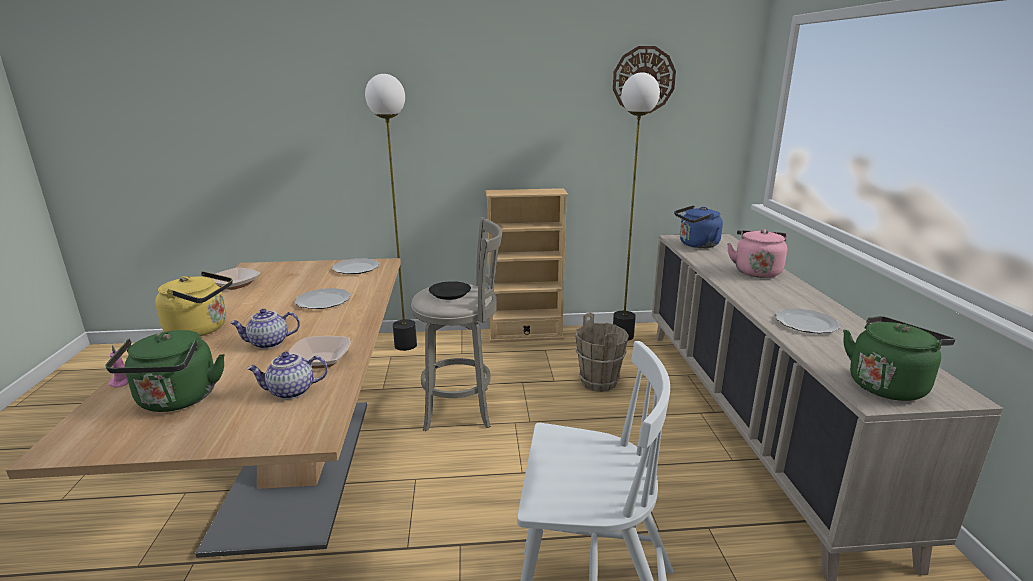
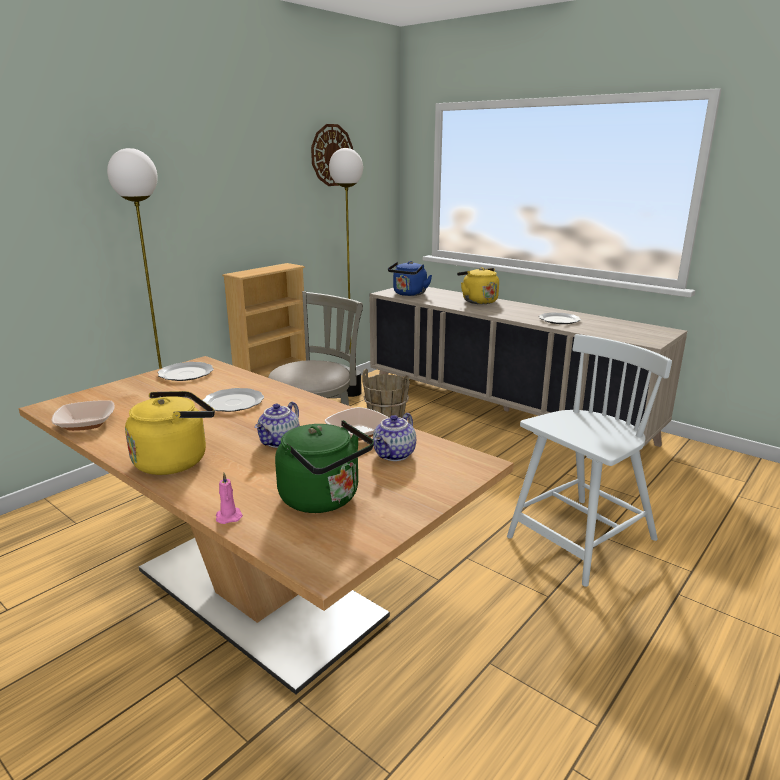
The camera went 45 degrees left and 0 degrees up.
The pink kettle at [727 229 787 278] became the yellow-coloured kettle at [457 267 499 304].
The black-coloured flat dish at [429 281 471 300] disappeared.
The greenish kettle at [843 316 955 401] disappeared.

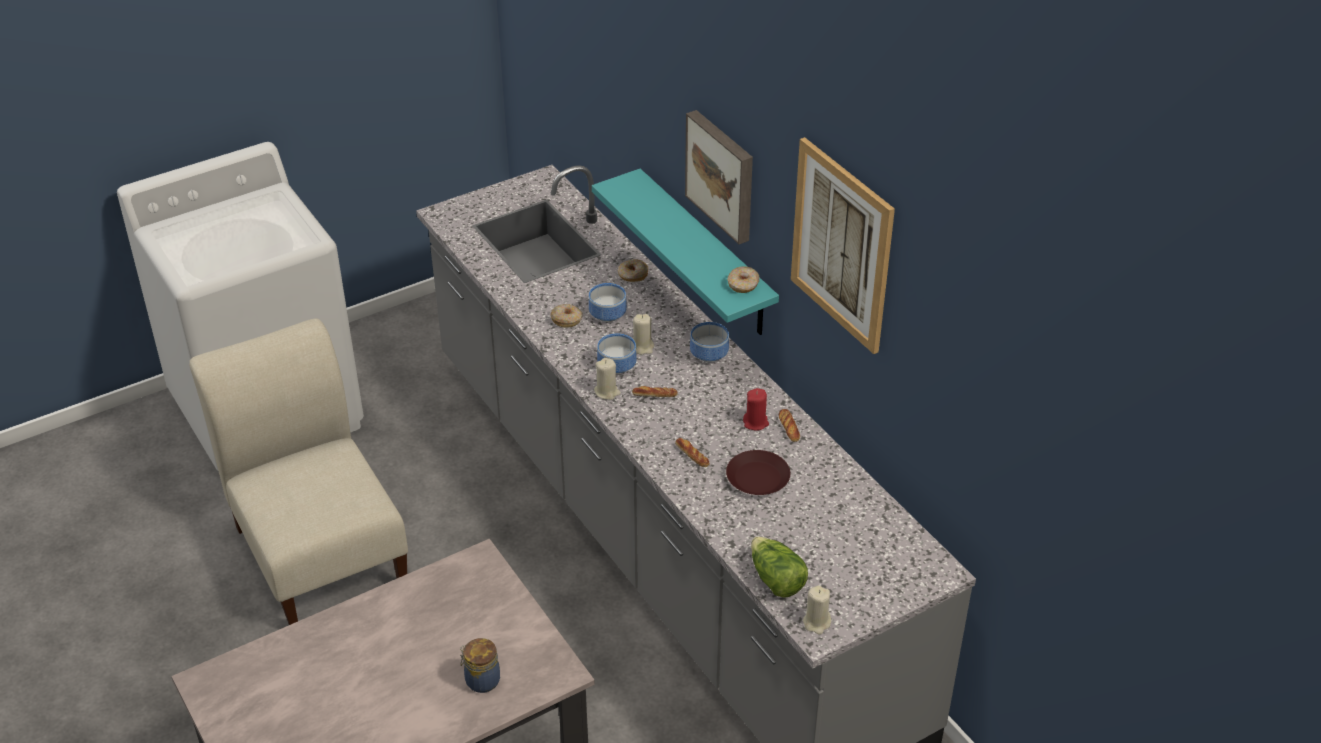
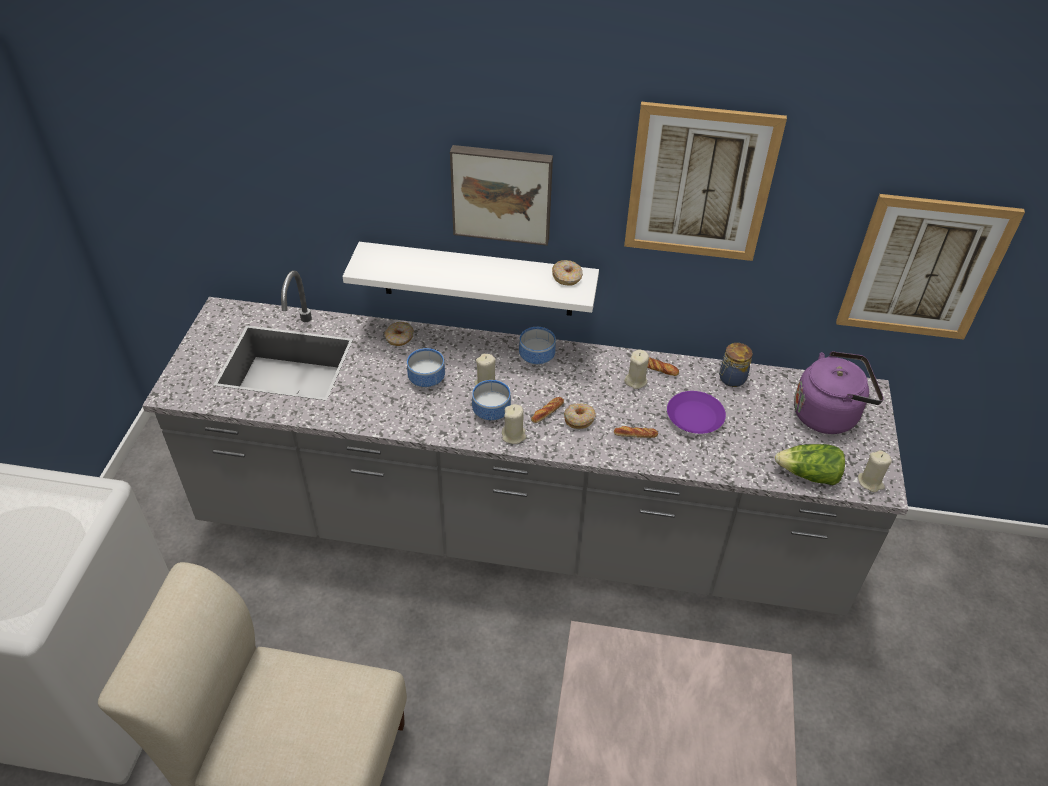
The camera went 50 degrees left and 5 degrees up.
The turquoise-coloured bracket shelf at [592 169 779 335] became the whitish bracket shelf at [342 242 599 316].
The ring doughnut moved from [550 304 583 328] to [564 404 596 429].
The red-coloured wax light at [743 388 769 431] became the sand-coloured wax light at [624 349 649 389].
The brown flat dish at [726 450 790 495] became the purple flat dish at [667 391 726 434].
The jar moved from [460 638 500 693] to [719 343 753 387].
The wall art at [836 194 1025 340] appeared.
The purple kettle at [794 351 884 434] appeared.

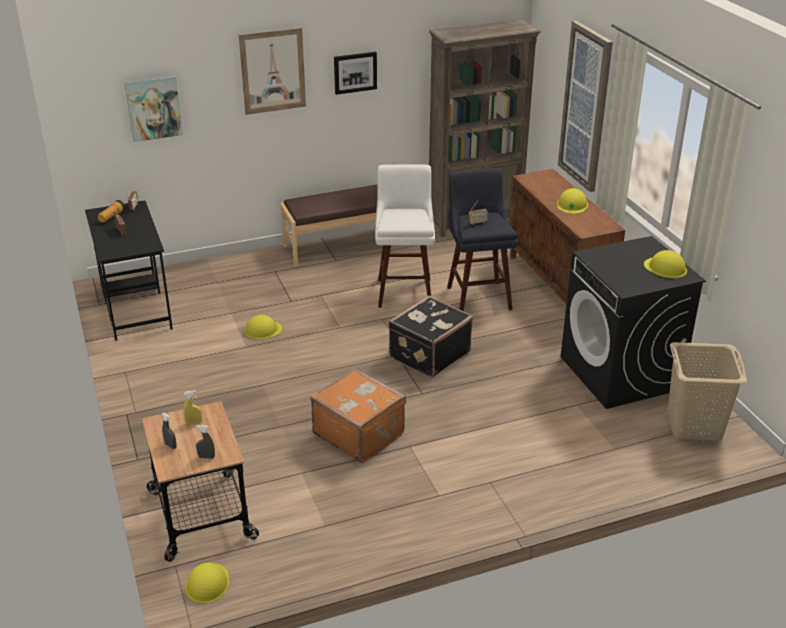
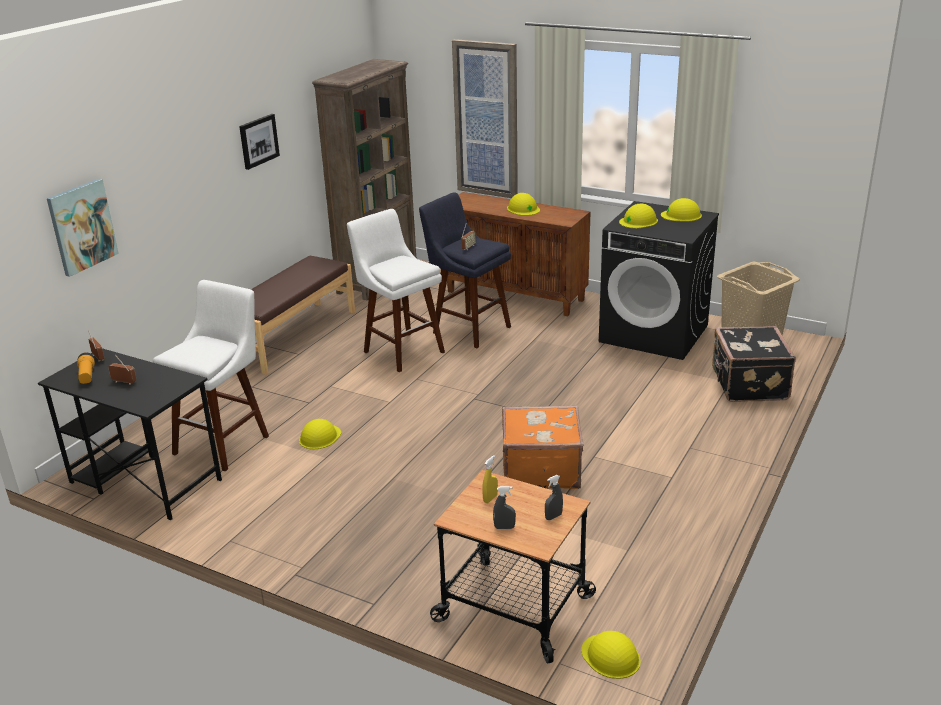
The camera went 40 degrees left and 5 degrees down.
The wall art at [239 27 306 115] disappeared.
The black-coloured suitcase moved from [388 295 473 378] to [712 326 796 402].
The yellow-coloured hard hat at [619 203 658 228] appeared.
The whitish stool at [153 280 269 471] appeared.

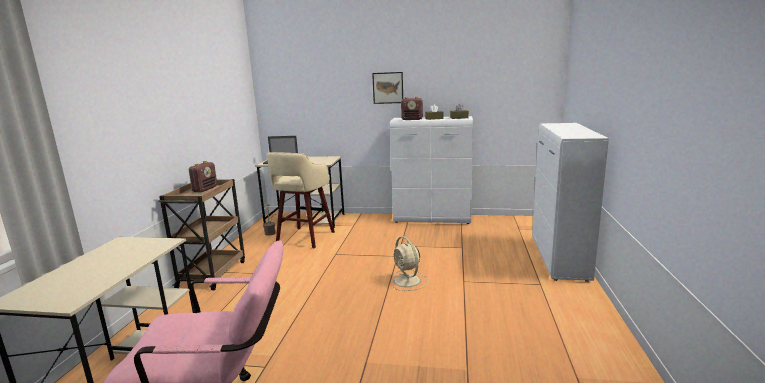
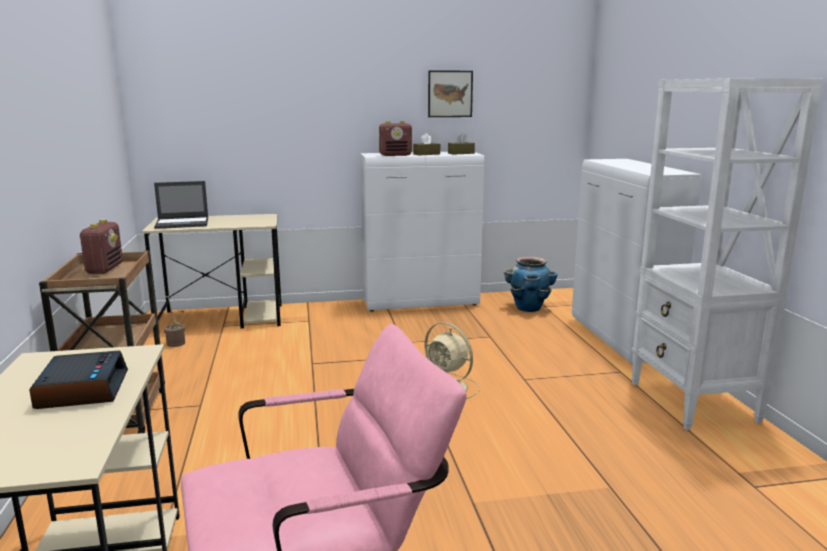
The camera went 20 degrees left and 0 degrees up.
The wall art moved from [372 72 403 104] to [428 70 473 117].
The sand-coloured stool at [267 152 335 248] disappeared.
The whitish bookshelf at [631 78 823 430] appeared.
The plant pot at [504 256 558 312] appeared.
The table clock at [29 351 128 409] appeared.

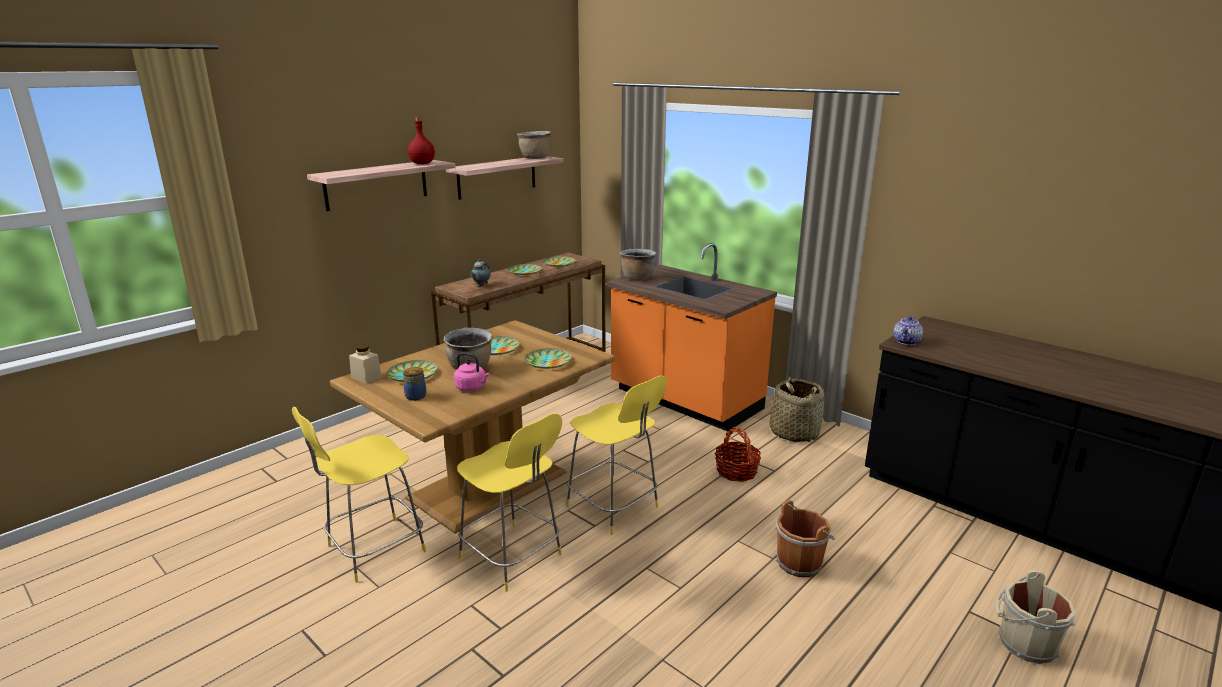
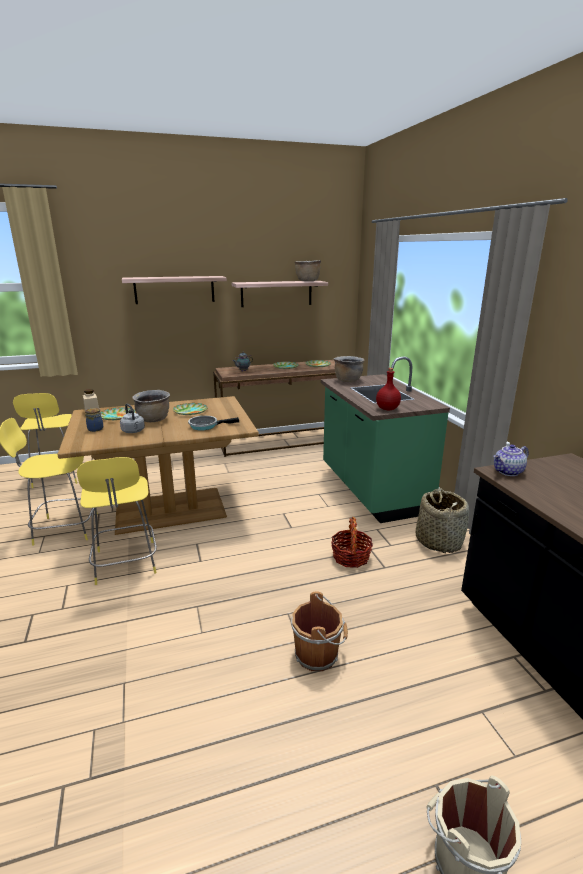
The camera went 30 degrees right and 0 degrees up.
The red-coloured beverage bottle moved from [408 117 435 164] to [376 368 401 410].
The orange counter at [606 243 777 432] became the greenish counter at [321 357 450 523].
The flat dish at [524 348 572 369] was replaced by the frying pan at [188 416 239 431].
The pink kettle at [454 352 490 391] became the greyish kettle at [120 404 145 433].
The yellow-coloured stool moved from [566 376 667 535] to [13 393 83 488].

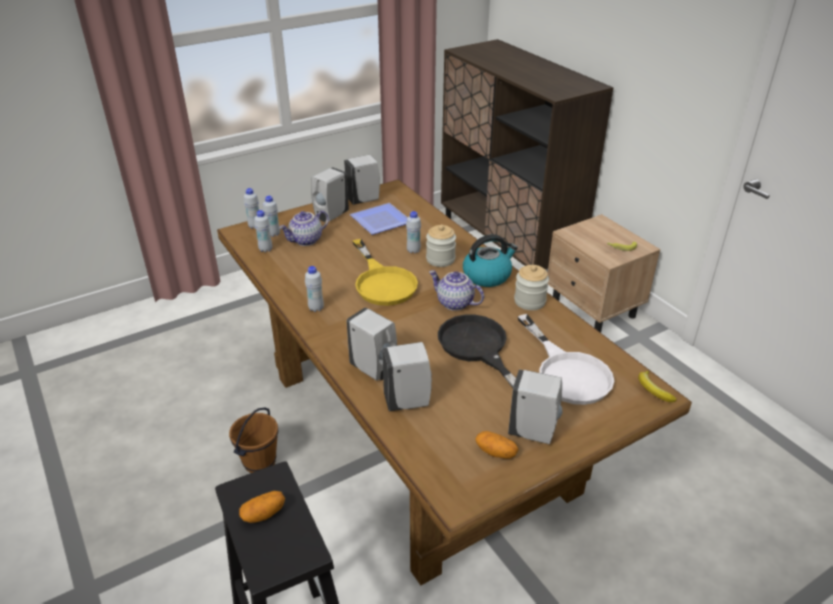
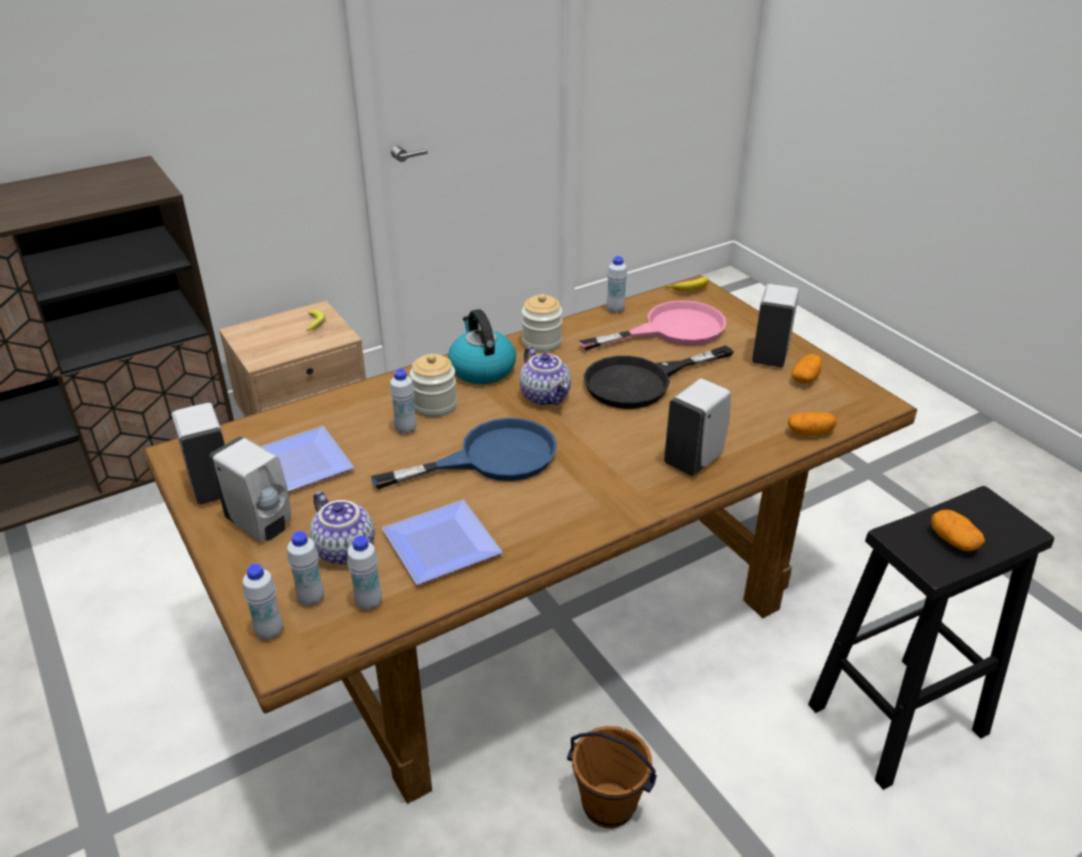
The camera went 90 degrees left and 0 degrees up.
The yellow-coloured frying pan at [352 239 418 306] became the blue-coloured frying pan at [371 418 557 489].
The whitish beverage bottle moved from [305 266 324 312] to [606 256 627 314].
The teapot at [429 270 484 311] turned 60 degrees counterclockwise.
The whitish frying pan at [518 314 614 405] became the pink frying pan at [579 300 726 351].
The whitish soap bottle at [382 342 432 411] disappeared.
The whole potato at [788 412 837 436] appeared.
The flat dish at [382 500 503 585] appeared.

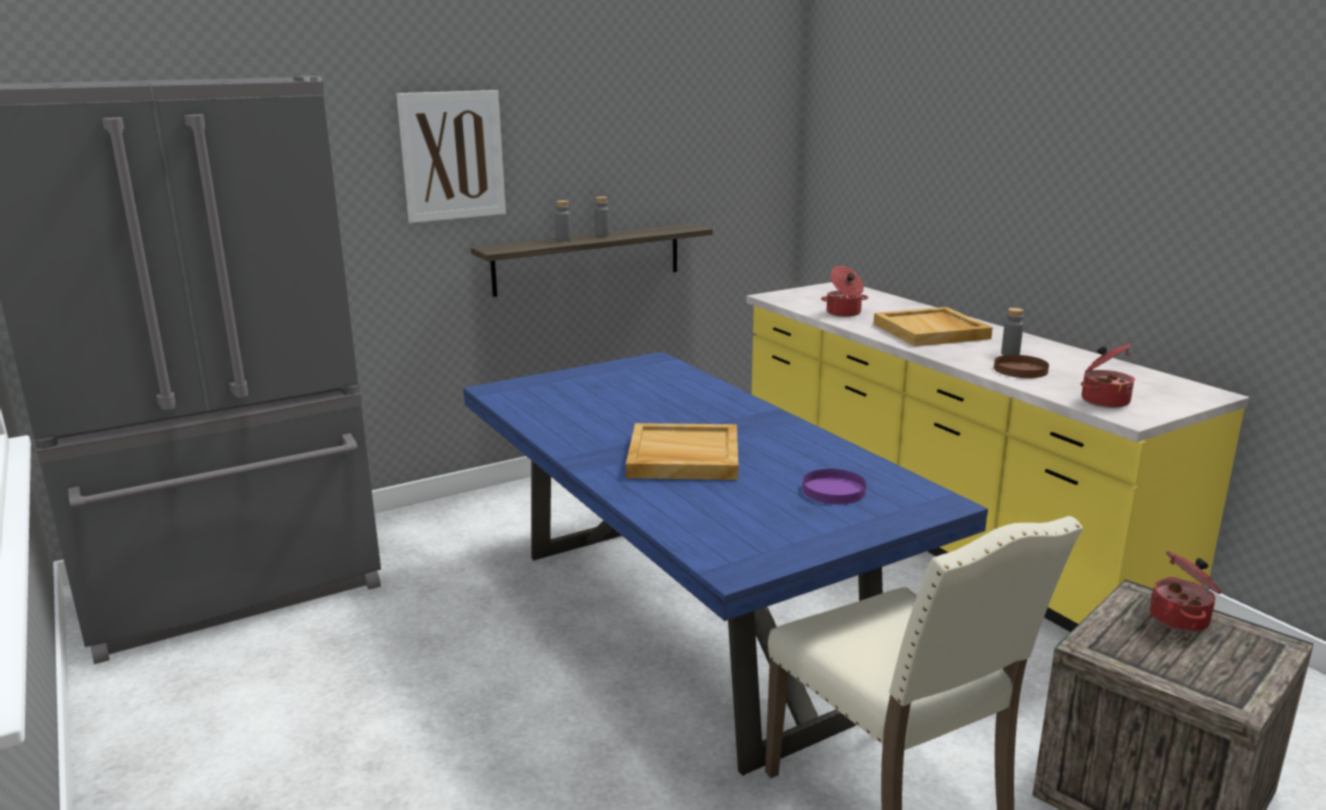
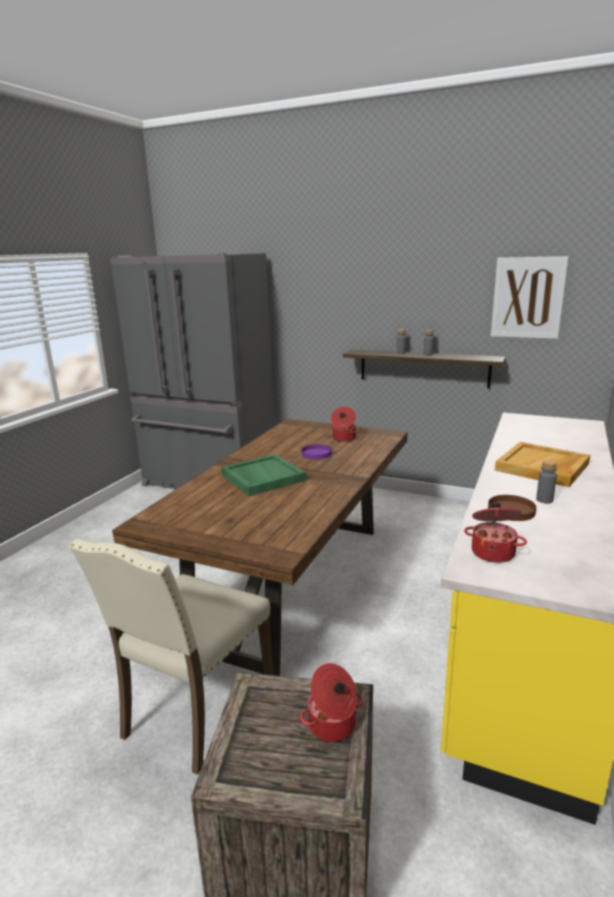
The camera went 55 degrees right and 0 degrees up.
The wall art moved from [396 90 506 223] to [491 256 568 339].
The stockpot moved from [821 266 868 317] to [331 407 358 442].
The blue-coloured dining table at [463 352 988 776] became the brown dining table at [112 419 408 676].
The sand-coloured serving tray at [626 423 738 480] became the greenish serving tray at [221 454 306 496].
The purple flat dish moved from [802 469 866 504] to [301 444 332 459].

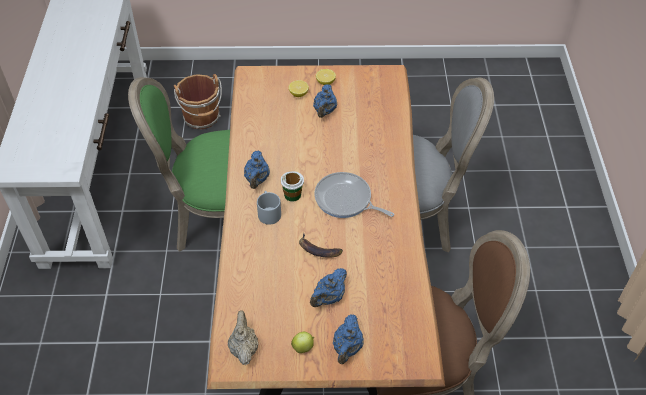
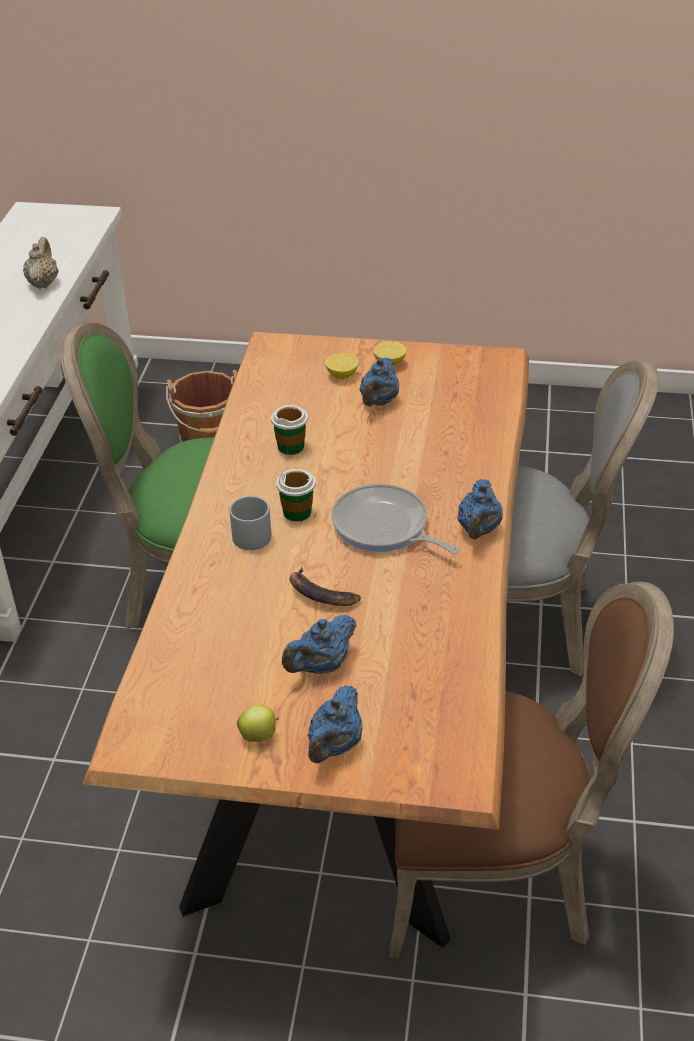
The camera went 10 degrees right and 10 degrees down.
The blue-coloured teapot moved from [244 151 270 189] to [457 479 503 540].
The sand-coloured teapot moved from [228 310 258 365] to [23 237 59 289].
The small cup at [271 405 308 455] appeared.

